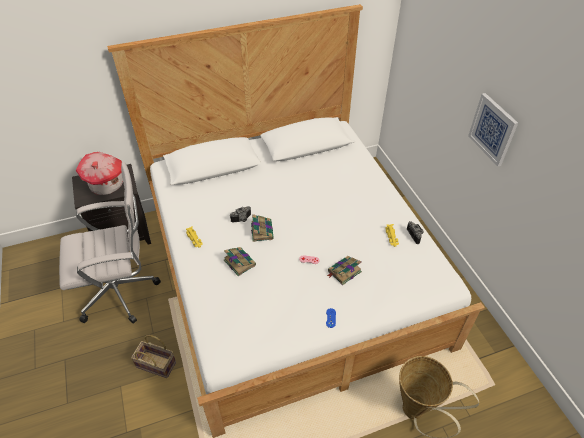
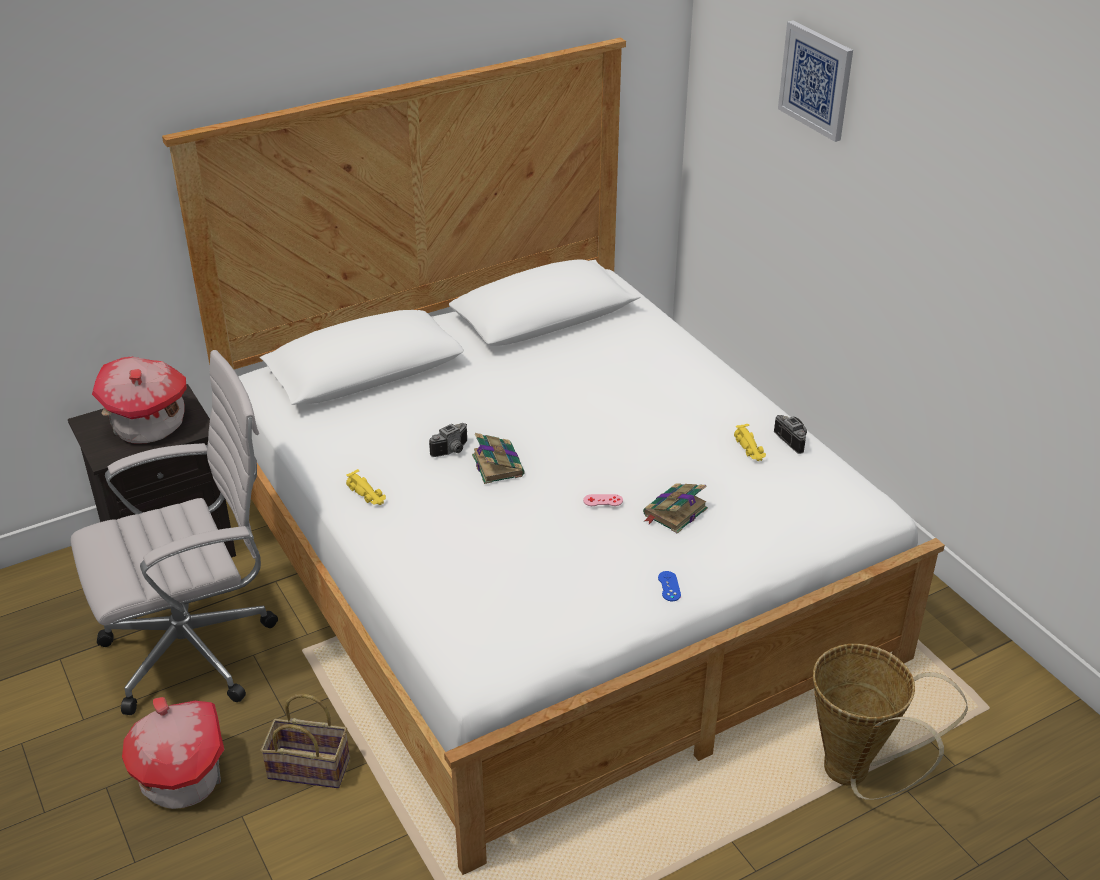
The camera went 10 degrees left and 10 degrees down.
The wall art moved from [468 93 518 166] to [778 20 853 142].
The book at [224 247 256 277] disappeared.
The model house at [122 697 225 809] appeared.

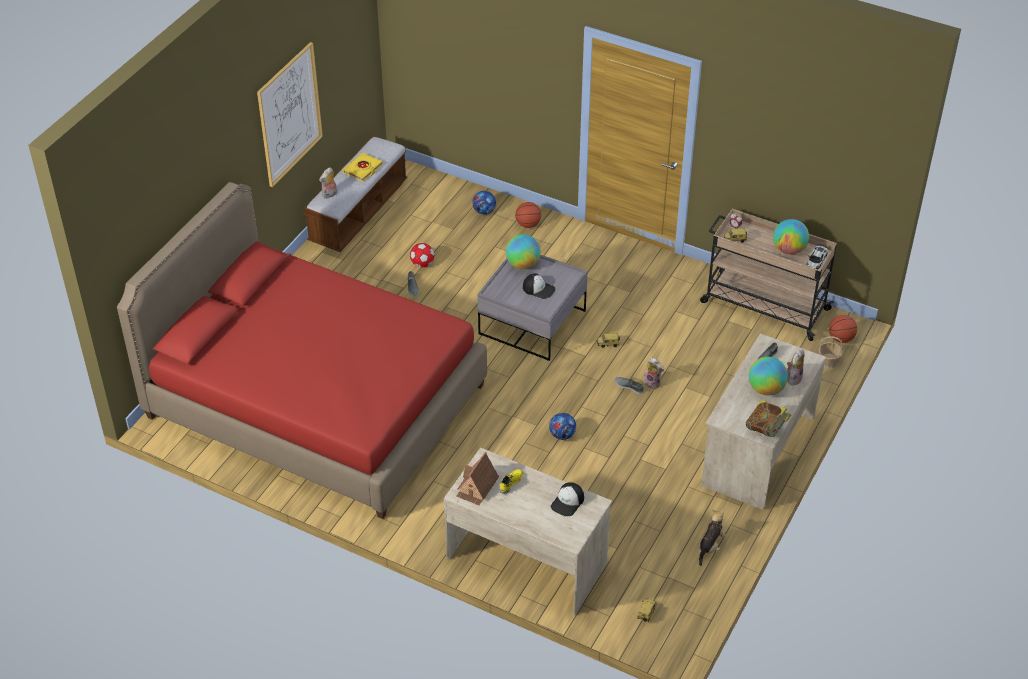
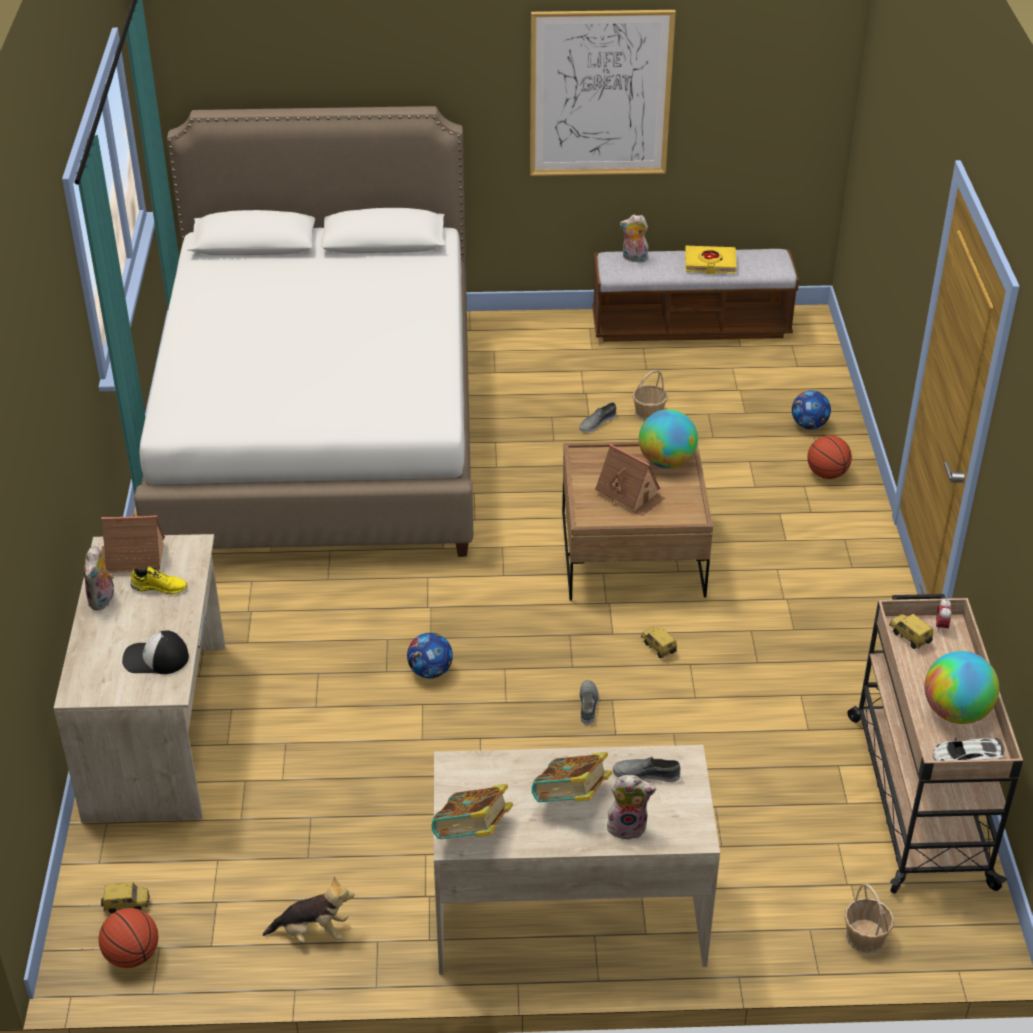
The camera went 60 degrees right and 5 degrees down.
The red-coloured sleeping bed at [117 182 487 519] became the whitish sleeping bed at [134 106 473 557].
The ball for football at [410 243 434 267] was replaced by the household basket at [632 370 668 422].
The greyish coffee table at [477 255 588 361] became the brown coffee table at [562 441 713 601].
The peaked cap at [523 273 555 299] was replaced by the model house at [595 444 665 516].
The basketball ball moved from [829 315 857 343] to [98 908 158 968].
The cuddly toy moved from [644 357 664 389] to [84 545 116 610].
The world globe at [749 357 788 396] was replaced by the book at [532 752 612 802].

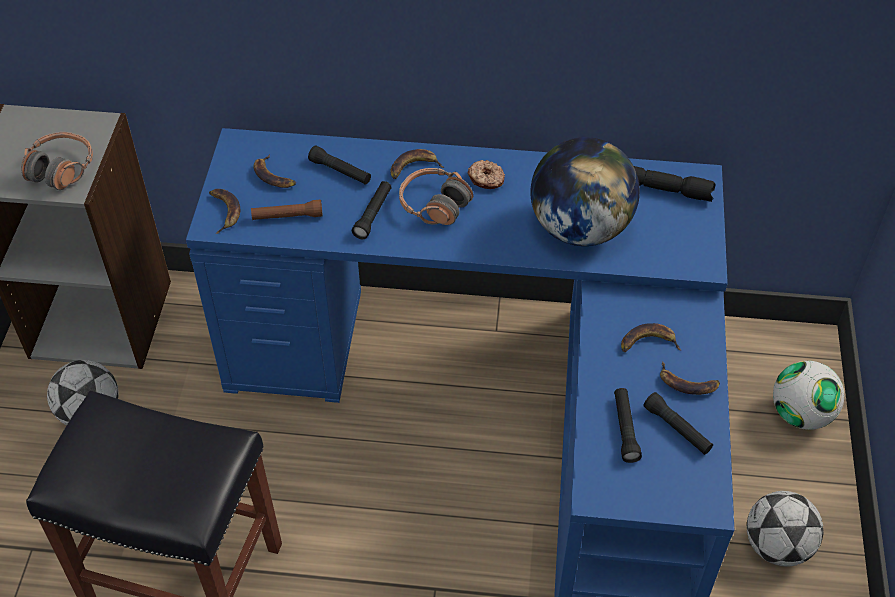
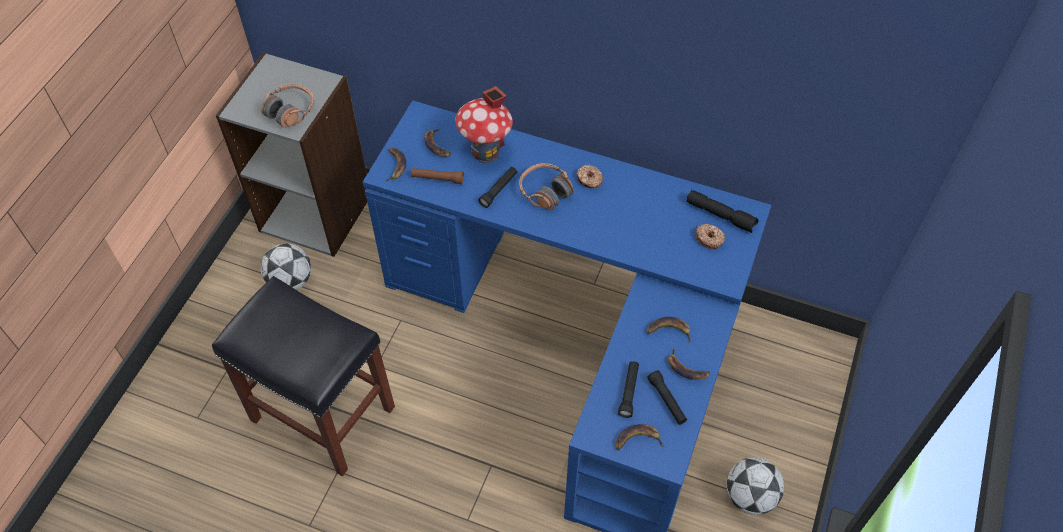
The camera went 15 degrees right and 5 degrees up.
The world globe at [530 137 640 246] disappeared.
The black-coloured flashlight at [308 145 371 185] was replaced by the model house at [455 86 513 163].
The banana fruit moved from [390 149 444 179] to [616 424 664 450].
The ball for football at [773 361 844 430] disappeared.
The ring doughnut at [696 224 726 249] appeared.

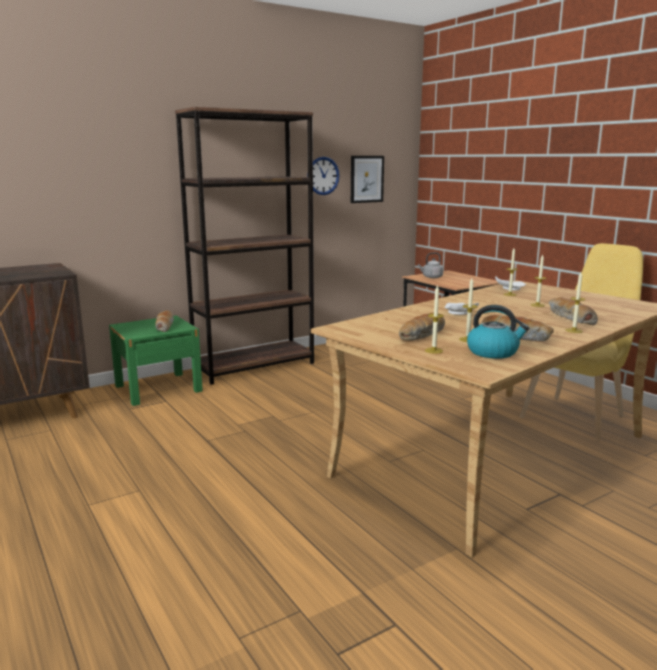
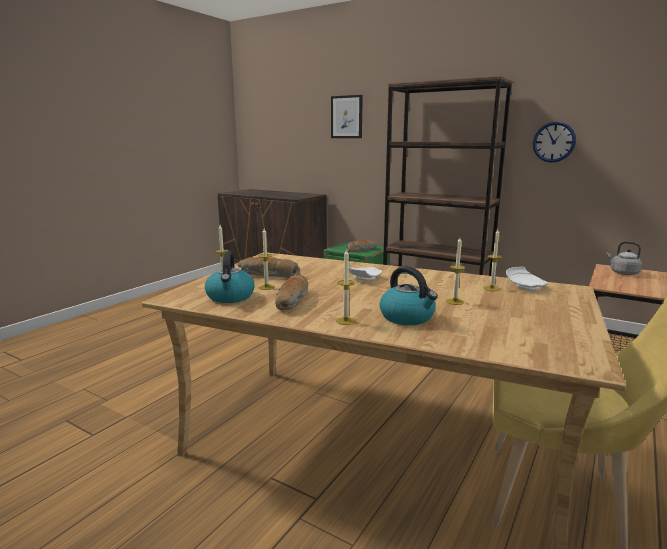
The camera went 65 degrees right and 0 degrees up.
The wall art moved from [351 156 384 203] to [331 95 363 138].
The baked bread at [549 297 598 325] was replaced by the kettle at [380 266 438 325].

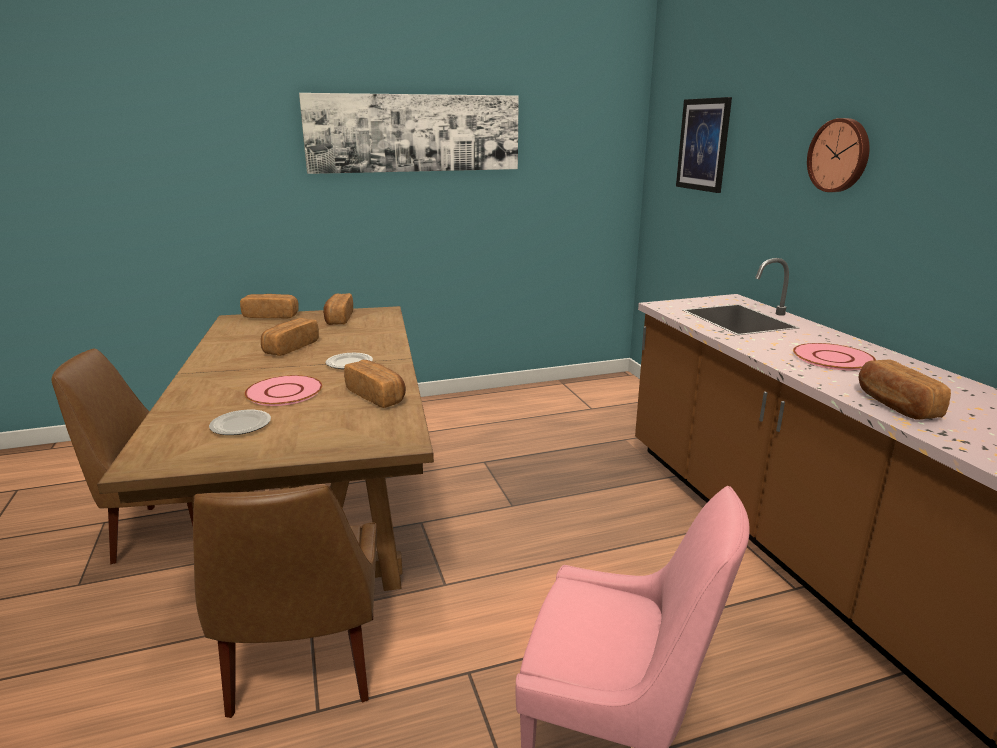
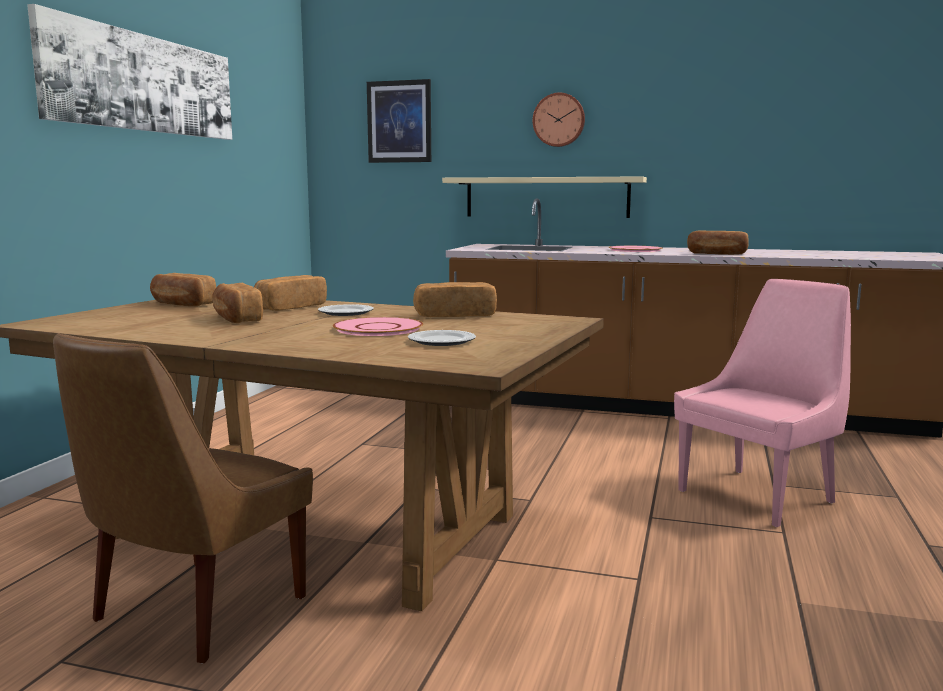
The camera went 55 degrees left and 10 degrees down.
The baked bread moved from [240 294 299 319] to [254 275 327 311].
The brown plain chair at [193 485 377 718] disappeared.
The sand-coloured bracket shelf at [442 176 647 218] appeared.

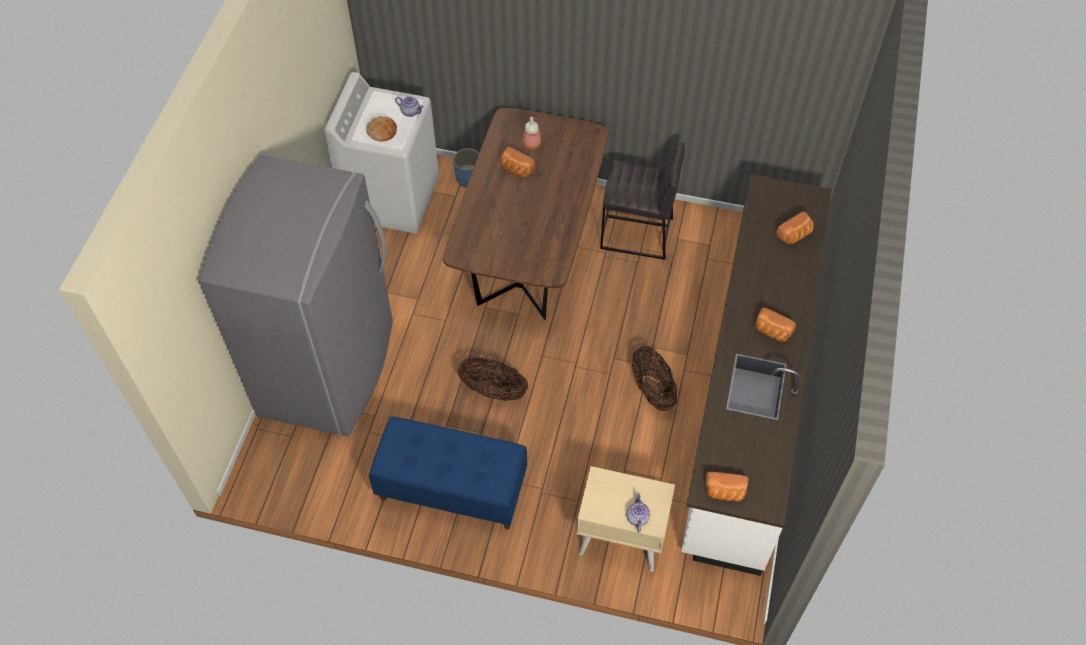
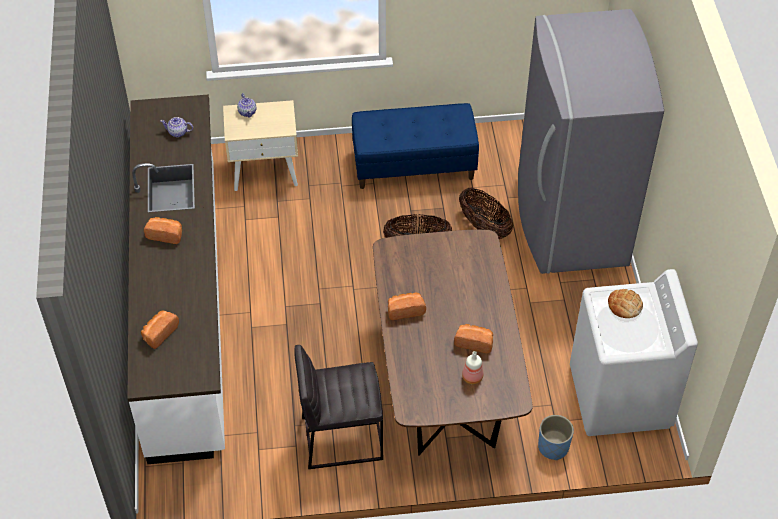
The camera went 160 degrees right and 5 degrees down.
The teapot moved from [395 97 424 117] to [160 117 193 137].
The household basket moved from [632 346 677 411] to [459 188 513 239].
The baked bread moved from [705 472 749 502] to [388 292 426 320].

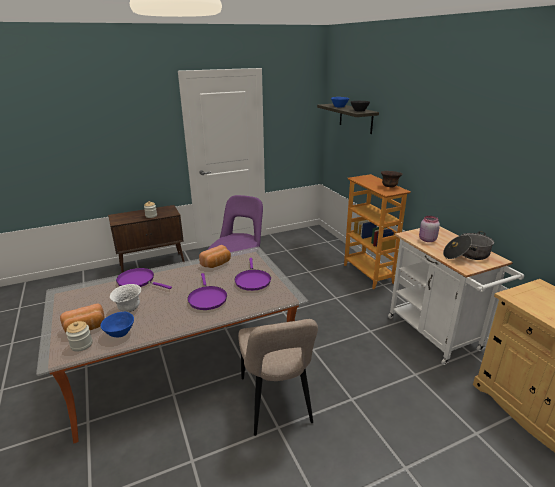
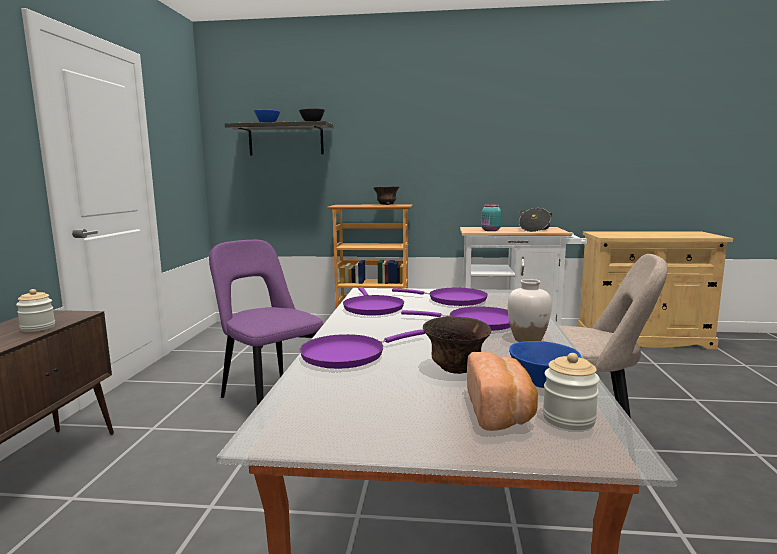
The camera went 60 degrees left and 15 degrees down.
The pink jar at [419 216 440 242] became the turquoise-coloured jar at [481 204 501 231].
The baked bread at [199 245 231 268] was replaced by the purple frying pan at [343 287 404 315].
The whitish deep dish at [110 284 141 312] became the brown deep dish at [423 316 491 374].
The whitish flower vase at [508 279 552 342] appeared.

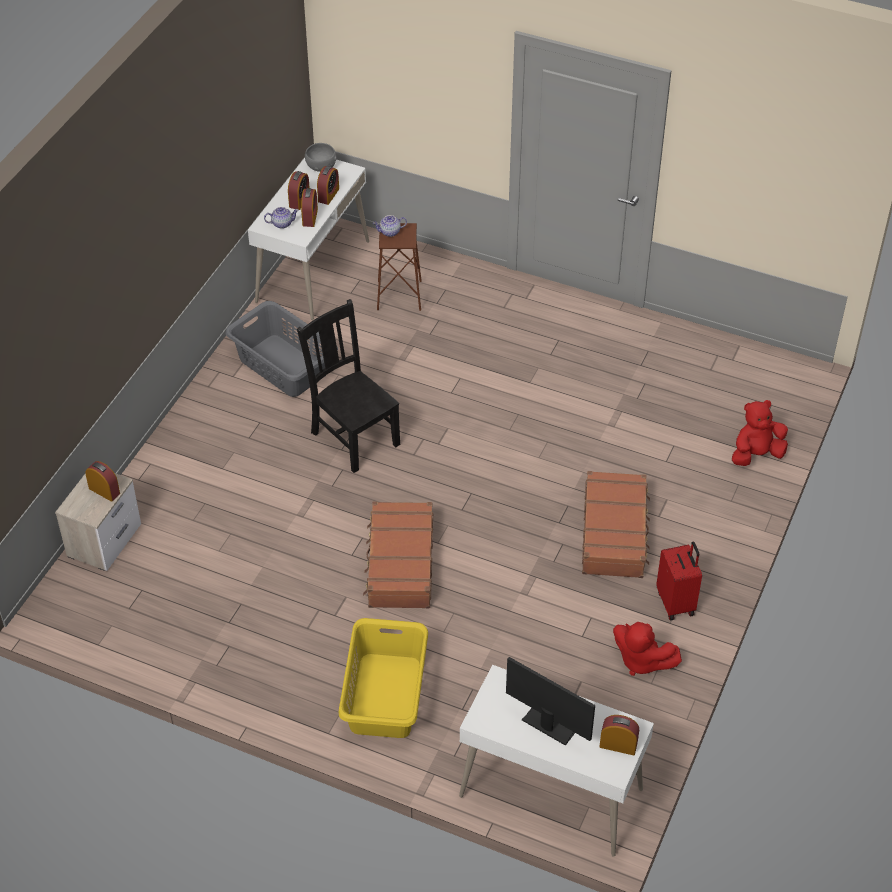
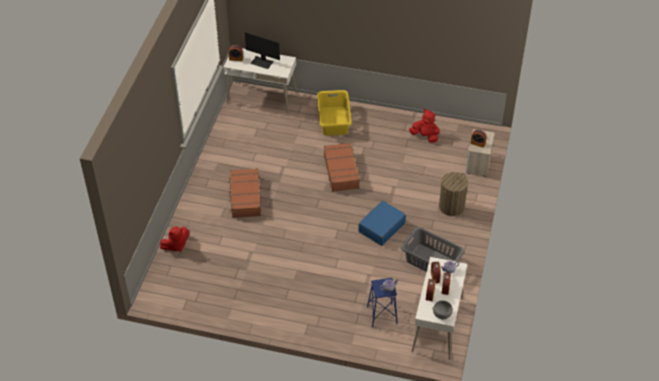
The camera went 170 degrees right and 0 degrees up.
The brown stool at [377 223 422 311] became the blue-coloured stool at [367 278 398 328].
The black-coloured plain chair at [297 299 400 473] was replaced by the blue-coloured suitcase at [358 201 406 246].
The red-coloured suitcase at [656 542 702 620] disappeared.
The red-coloured cuddly toy moved from [613 622 682 676] to [409 109 440 143].
The washing basket at [439 172 468 216] appeared.

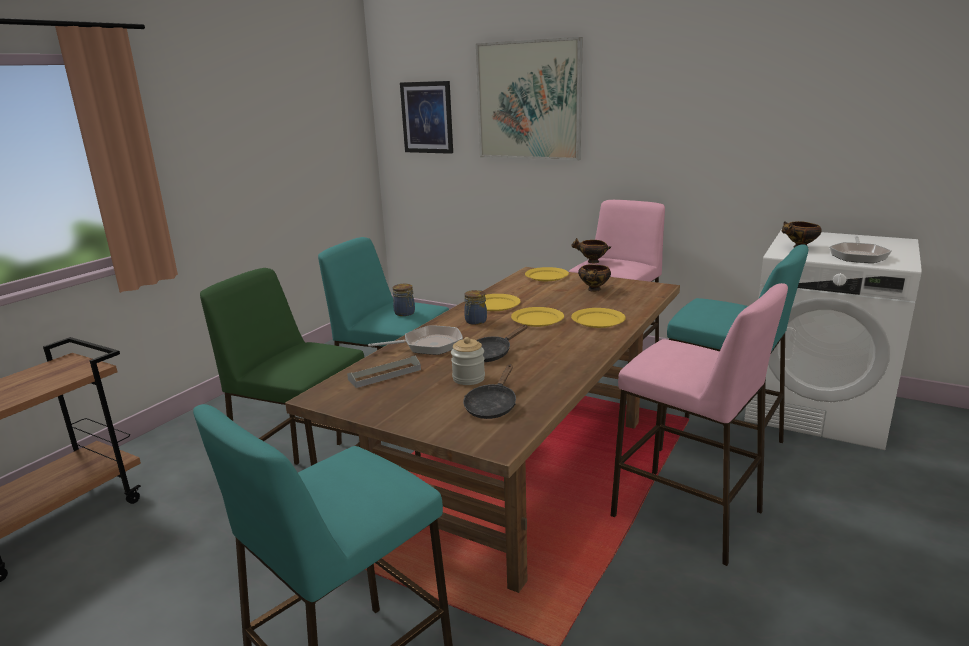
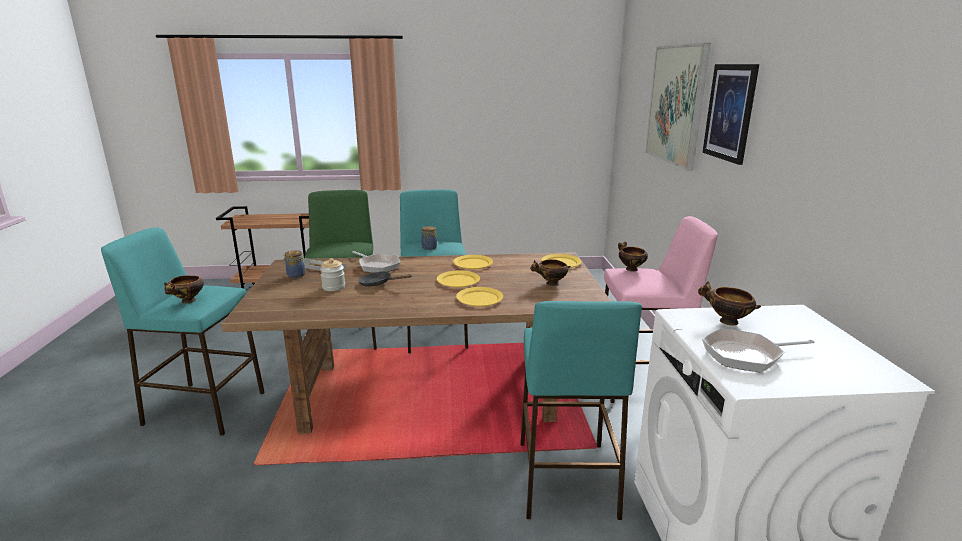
The camera went 55 degrees right and 0 degrees up.
The wall art moved from [400 81 453 154] to [702 64 759 165].
The pink stool at [611 283 788 566] disappeared.
The jar moved from [464 290 487 325] to [283 250 305 278].
The black-coloured frying pan at [463 364 516 419] disappeared.
The deep dish at [164 275 204 304] appeared.

